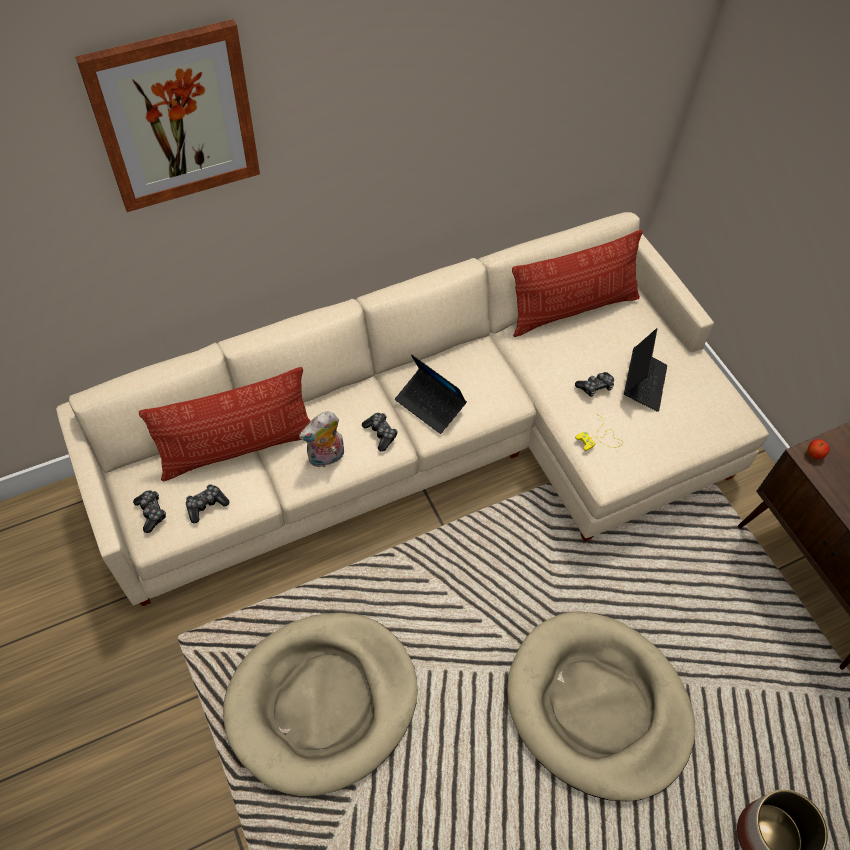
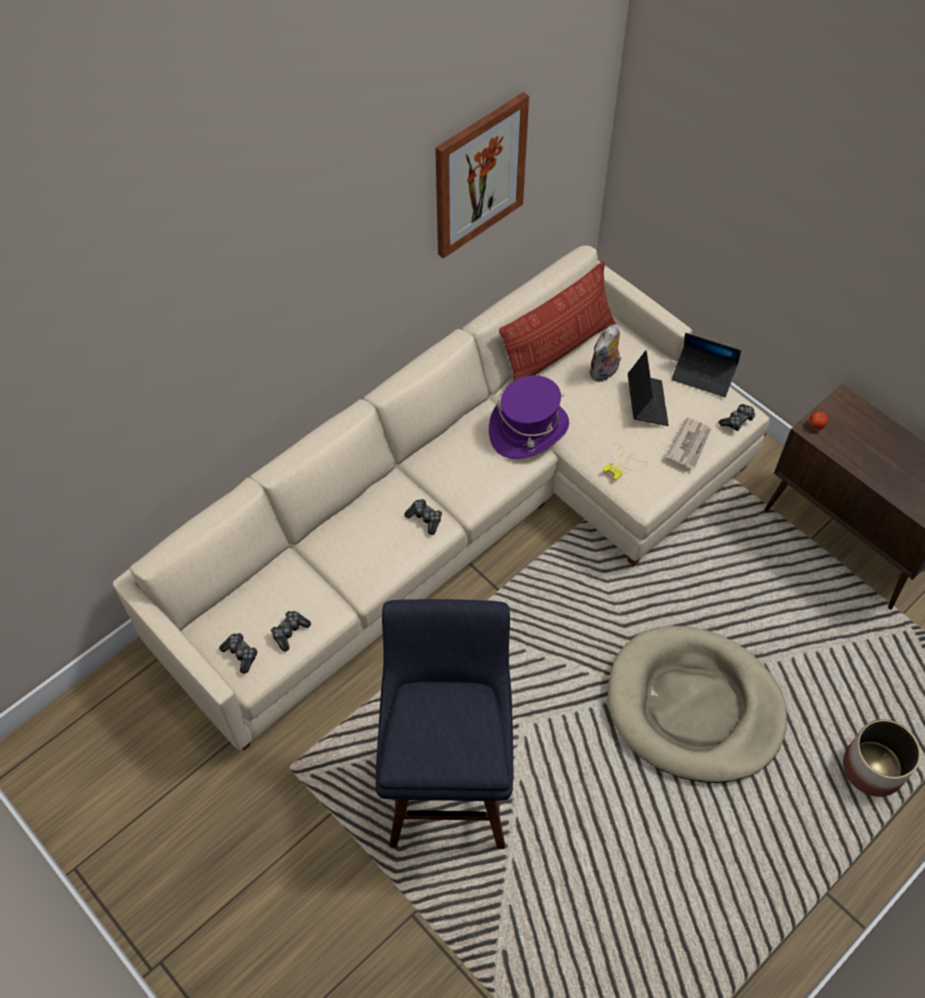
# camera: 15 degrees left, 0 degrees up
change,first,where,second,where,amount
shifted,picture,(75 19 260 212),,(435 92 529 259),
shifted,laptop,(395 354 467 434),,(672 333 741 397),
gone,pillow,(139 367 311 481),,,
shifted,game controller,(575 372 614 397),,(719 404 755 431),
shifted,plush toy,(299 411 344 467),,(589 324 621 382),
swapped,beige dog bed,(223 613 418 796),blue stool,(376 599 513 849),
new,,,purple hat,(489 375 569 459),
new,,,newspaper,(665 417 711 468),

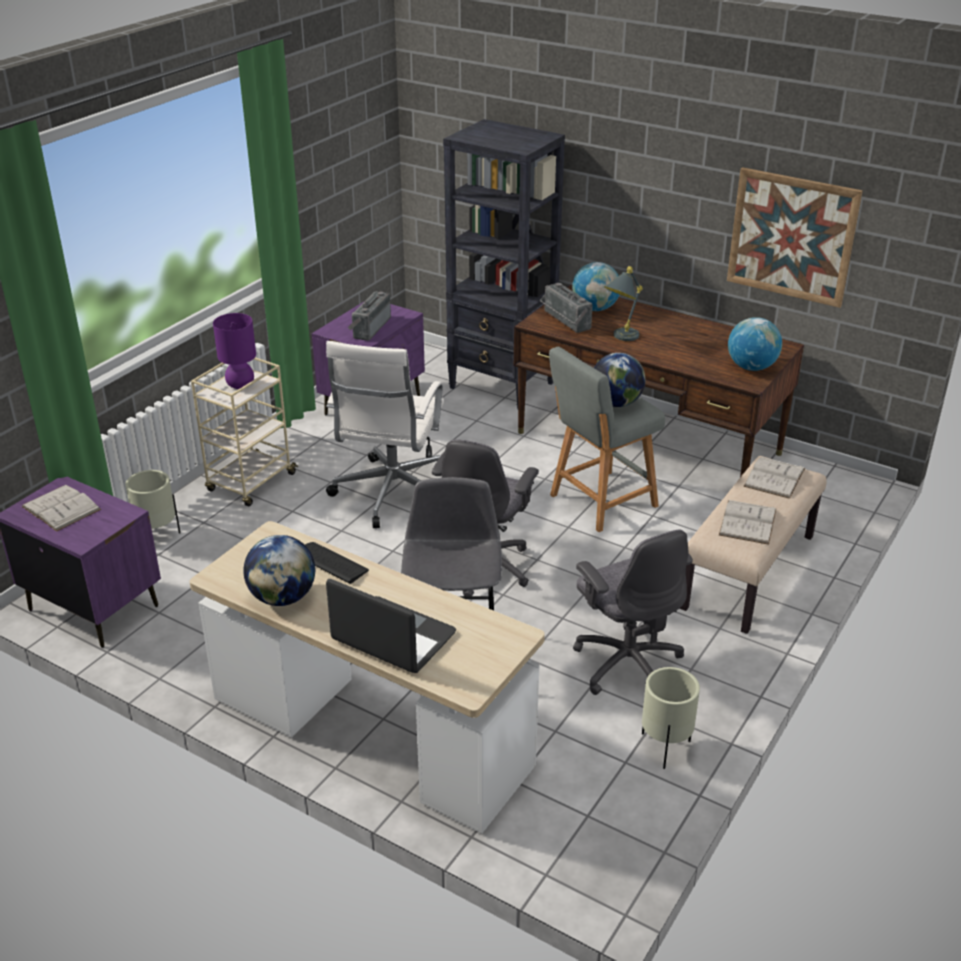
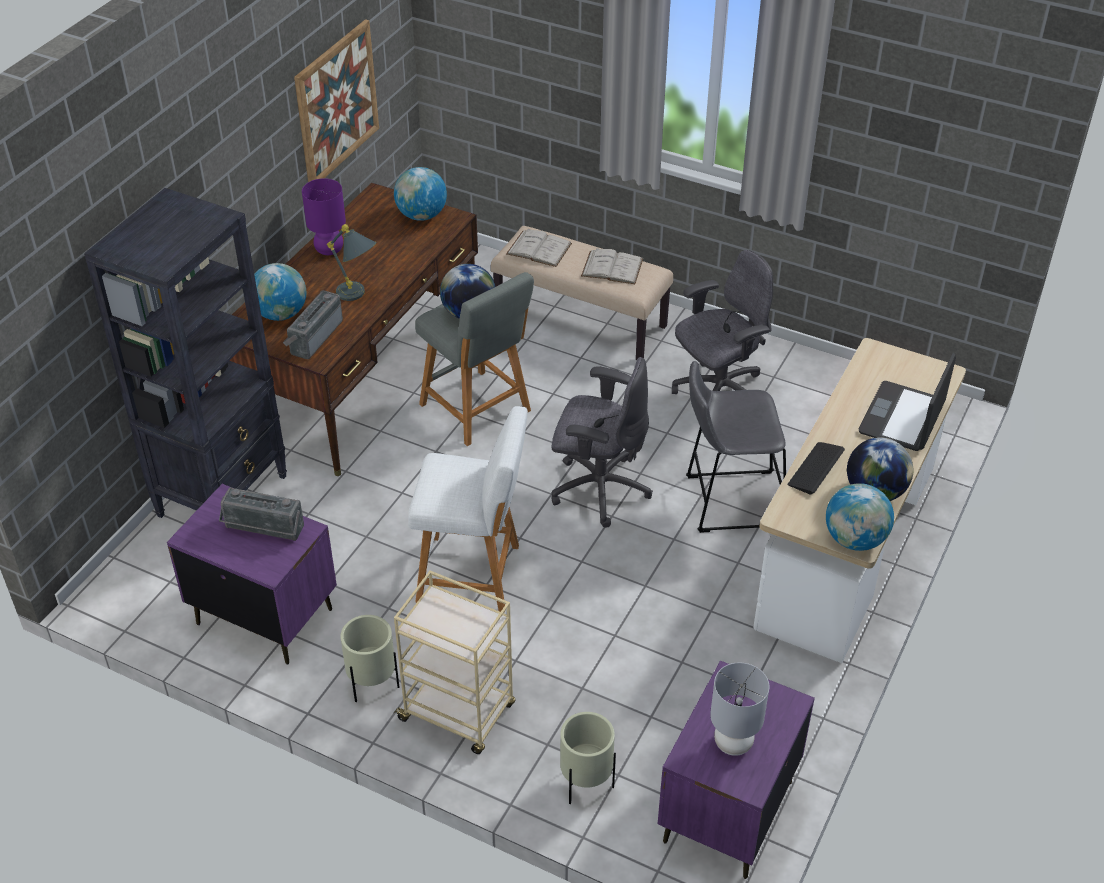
# camera: 95 degrees left, 10 degrees up
change,first,where,second,where,amount
rotated,radio,(540 283 593 333),,(283 290 343 359),150 degrees clockwise
shifted,purple table lamp,(213 313 256 389),,(302 178 346 255),
swapped,white office chair,(326 341 444 528),white stool,(408 406 528 612),
swapped,white book,(22 485 101 532),grey table lamp,(710 662 769 756),
shifted,beige planter,(642 667 700 769),,(340 615 399 702),
new,,,globe,(826 483 894 551),

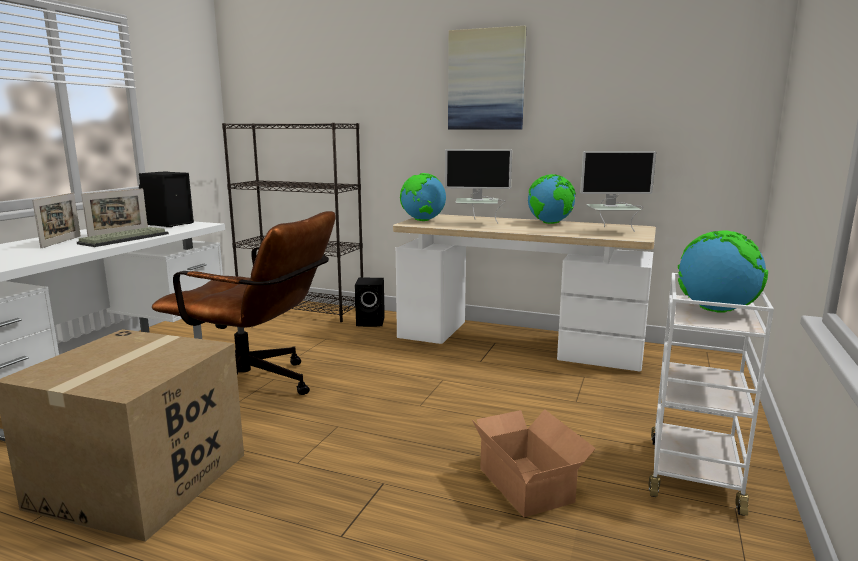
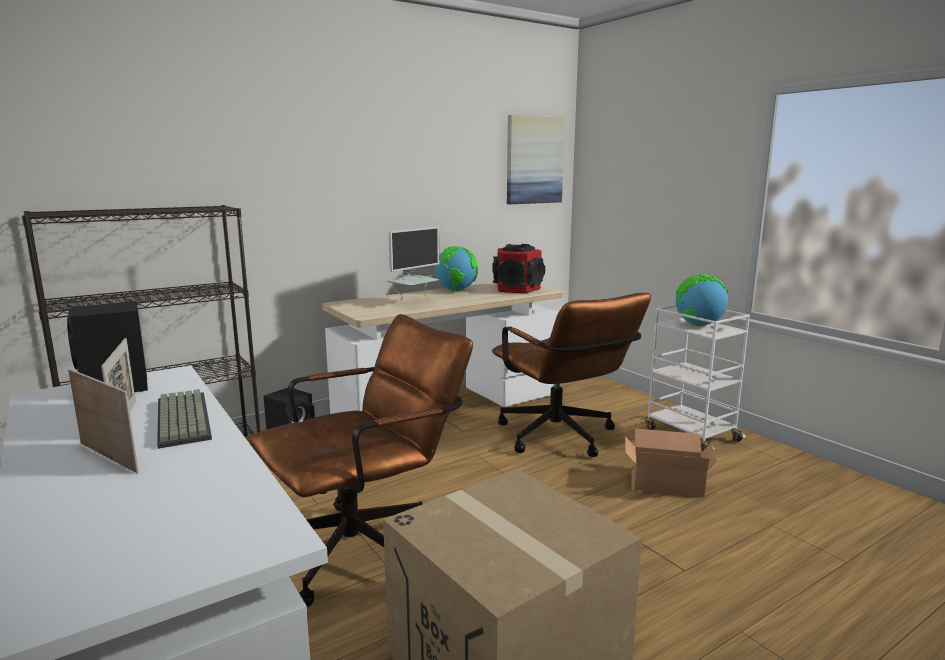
# camera: 55 degrees left, 0 degrees up
change,first,where,second,where,amount
shifted,picture,(448 26 526 129),,(507 115 565 204),
swapped,monitor,(580 151 656 232),speaker,(493 244 545 293),
gone,globe,(400 173 446 221),,,
new,,,brown office chair,(492 293 651 457),

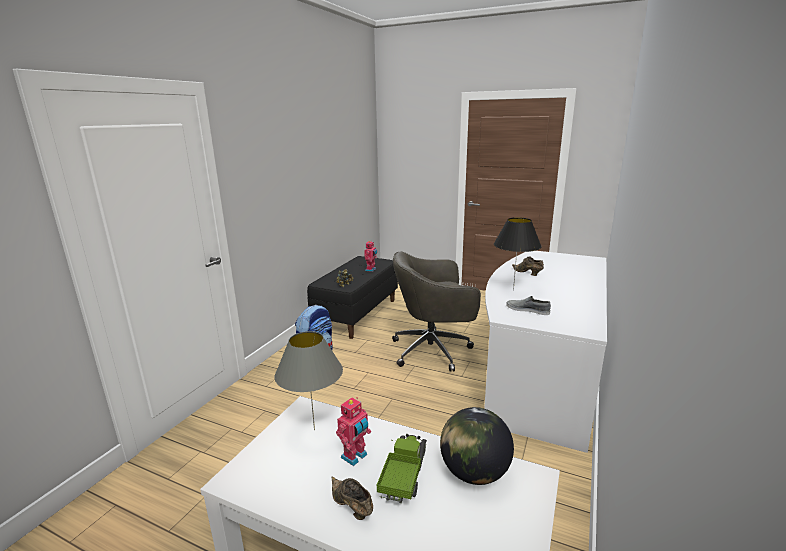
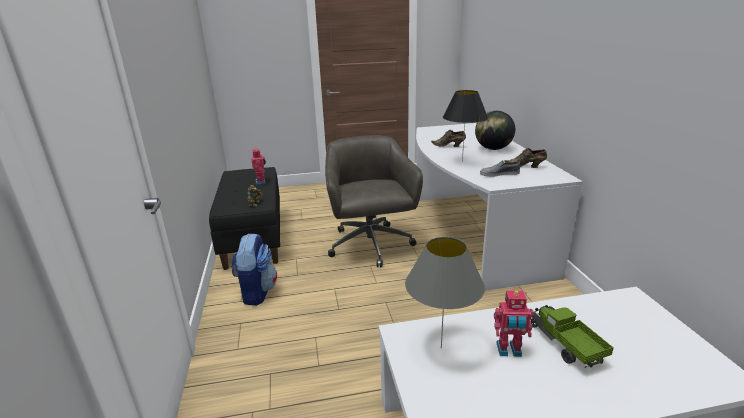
# camera: 35 degrees left, 5 degrees up
change,first,where,second,where,amount
rotated,grey office chair,(392 251 481 372),,(325 135 423 268),120 degrees clockwise
rotated,toy robot,(336 397 371 466),,(494 290 533 357),90 degrees clockwise
shifted,globe,(440 407 514 485),,(475 111 515 150),
shifted,brown shoe,(331 477 373 520),,(504 148 547 168),

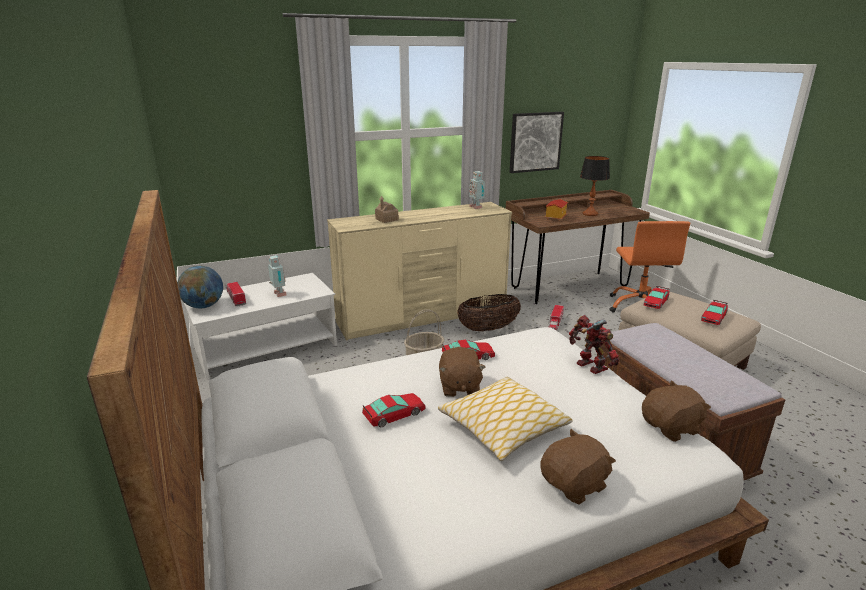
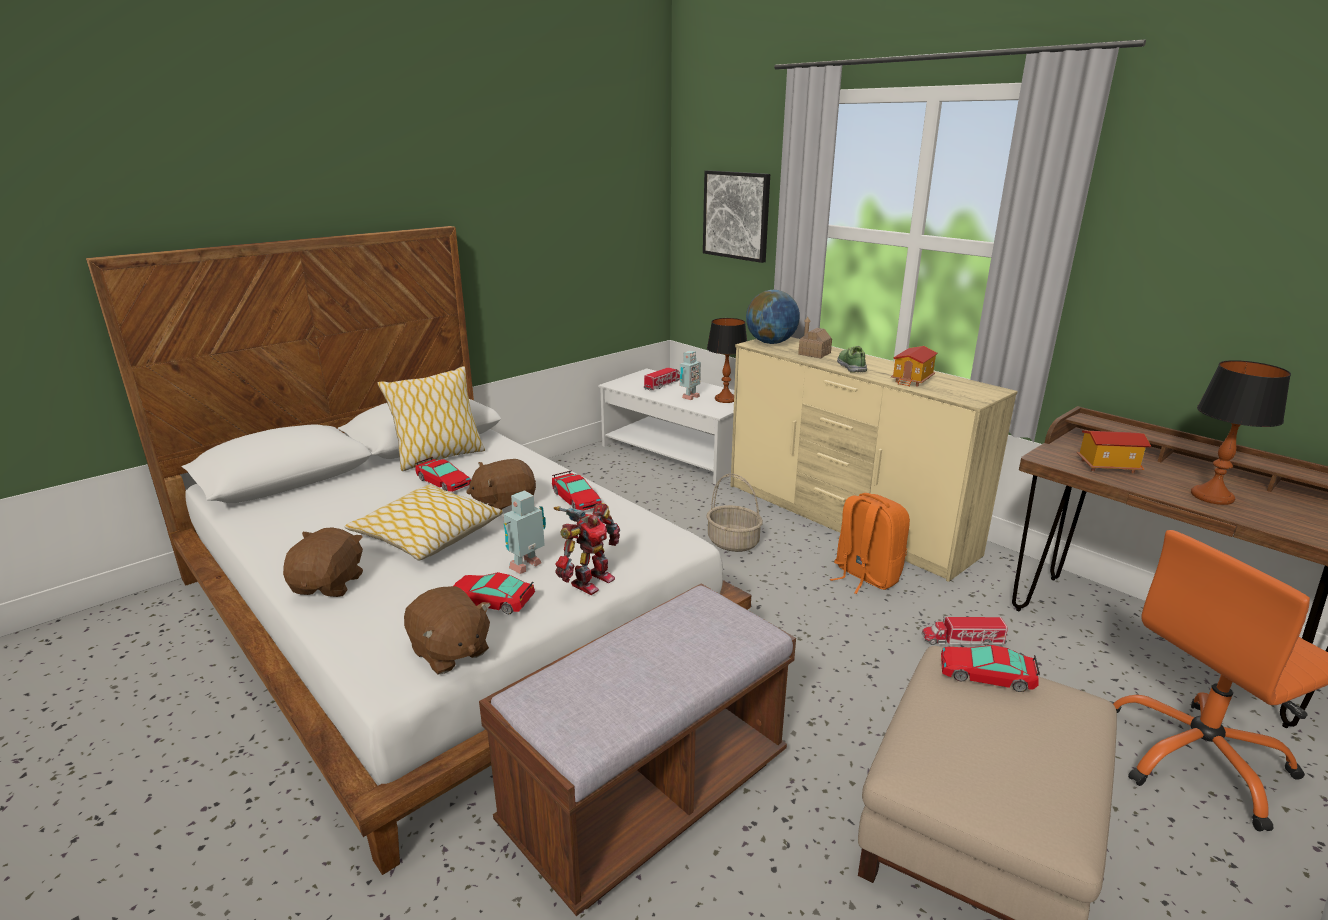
# camera: 70 degrees right, 0 degrees up
change,first,where,second,where,amount
shifted,picture,(510 112 564 173),,(703 170 770 263),
shifted,toy robot,(469 171 485 209),,(503 490 546 574),
shifted,globe,(177 266 223 308),,(746 290 800 344),
swapped,basket,(457 294 521 331),orange backpack,(830 493 910 594),
shifted,toy car,(701 300 728 325),,(454 572 535 614),
rotated,brown plush toy,(540 429 616 504),,(283 527 363 597),120 degrees counterclockwise
new,,,table lamp,(707 318 747 403),
new,,,shoe,(837 346 867 373),
new,,,toy house,(891 346 937 387),
new,,,pillow,(378 366 485 471),

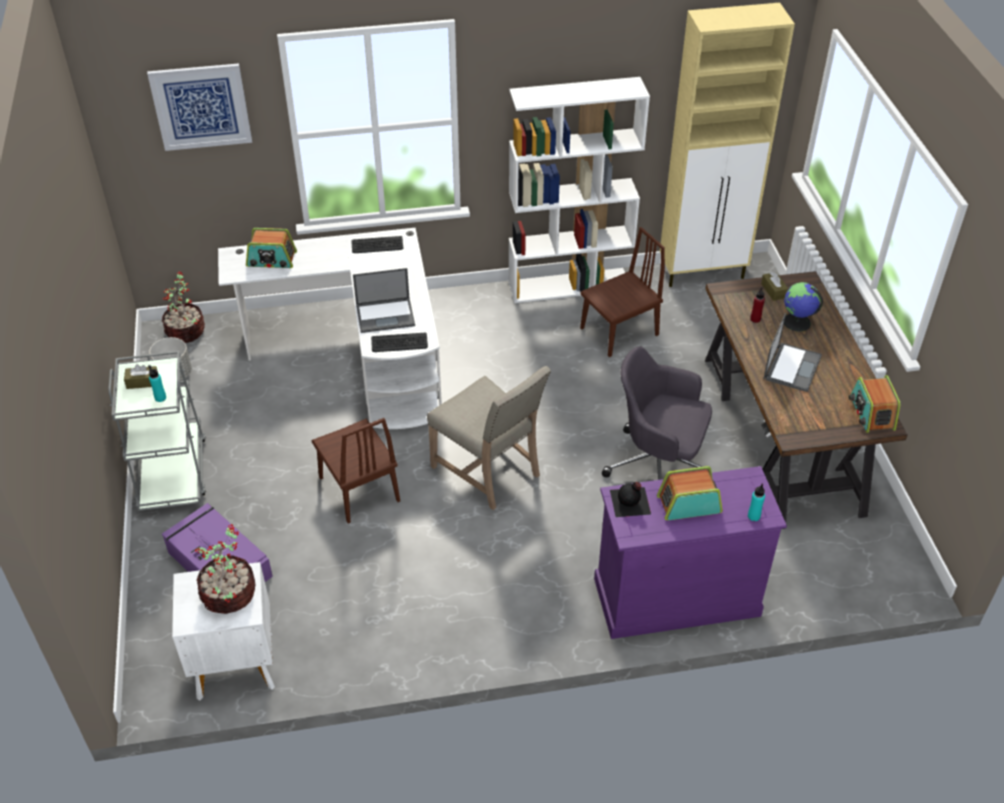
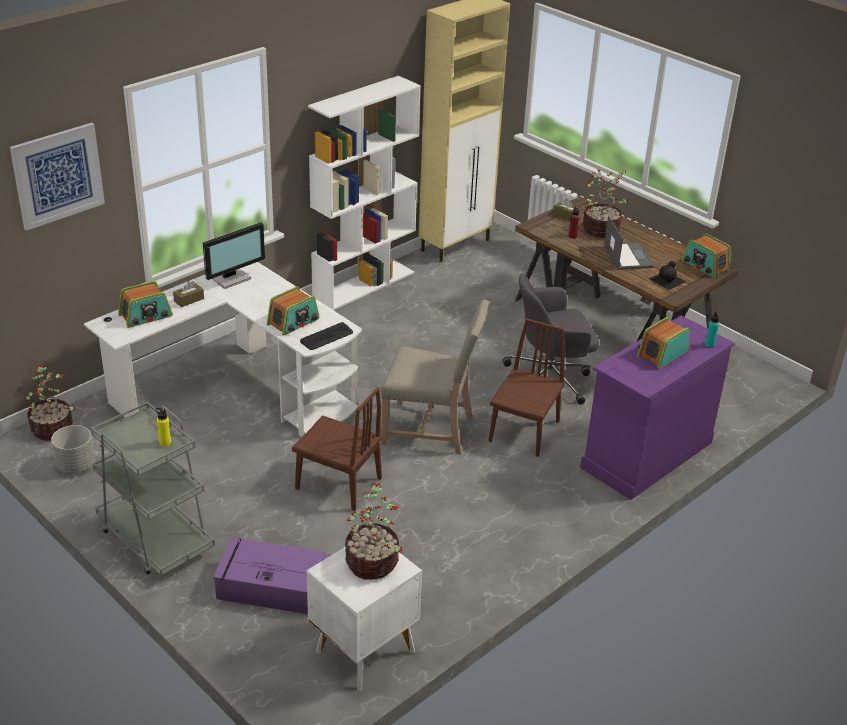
# camera: 35 degrees left, 10 degrees down
change,first,where,second,where,amount
shifted,brown chair,(580 227 665 357),,(488 318 565 457),
swapped,keyboard,(351 236 403 253),monitor,(203 222 265 289),
swapped,laptop,(353 268 415 333),radio,(267 286 320 336),
swapped,globe,(784 282 823 332),potted plant,(583 169 628 238),
shifted,brown tissue box,(124 364 157 389),,(173 281 204 307),
repainted,turquoise bottle,(148 365 166 402),yellow bottle,(155 408 171 447),
shifted,black bottle,(610 482 651 517),,(649 261 686 290),

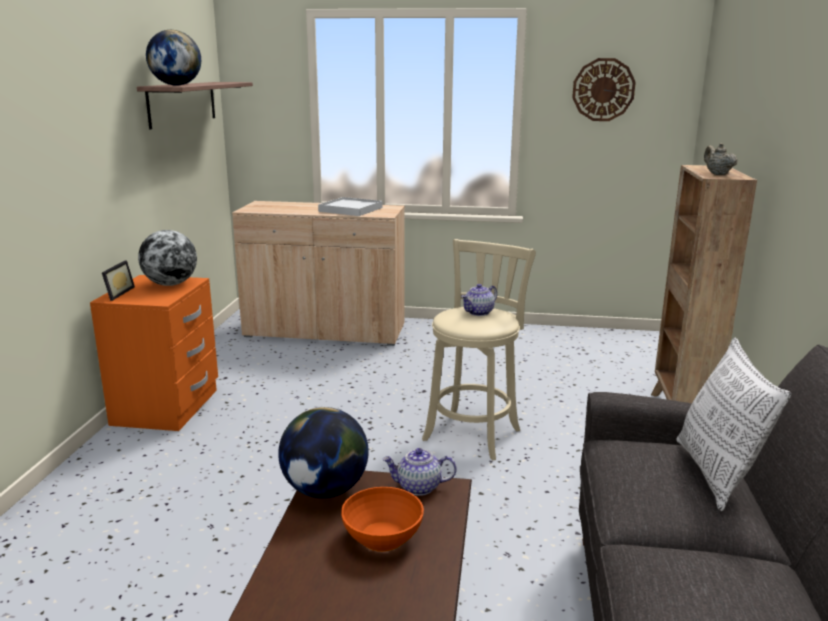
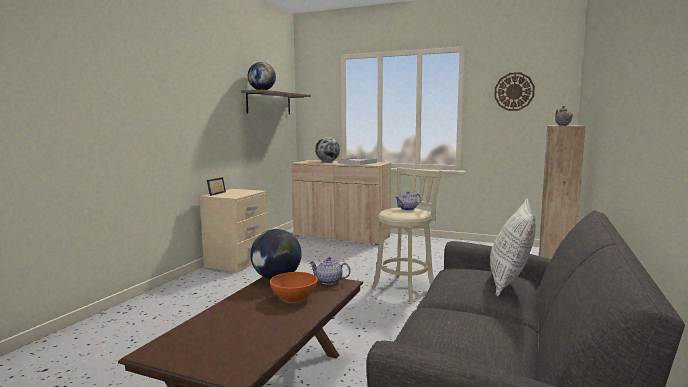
# camera: 15 degrees right, 10 degrees down
change,first,where,second,where,amount
shifted,globe,(138 230 197 286),,(315 137 340 162),
repainted,orange nightstand,(90 275 218 431),beige nightstand,(200 189 268 272),

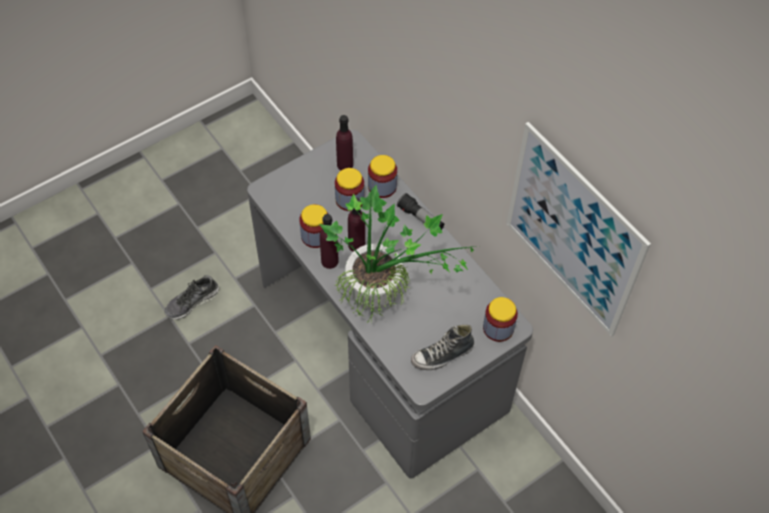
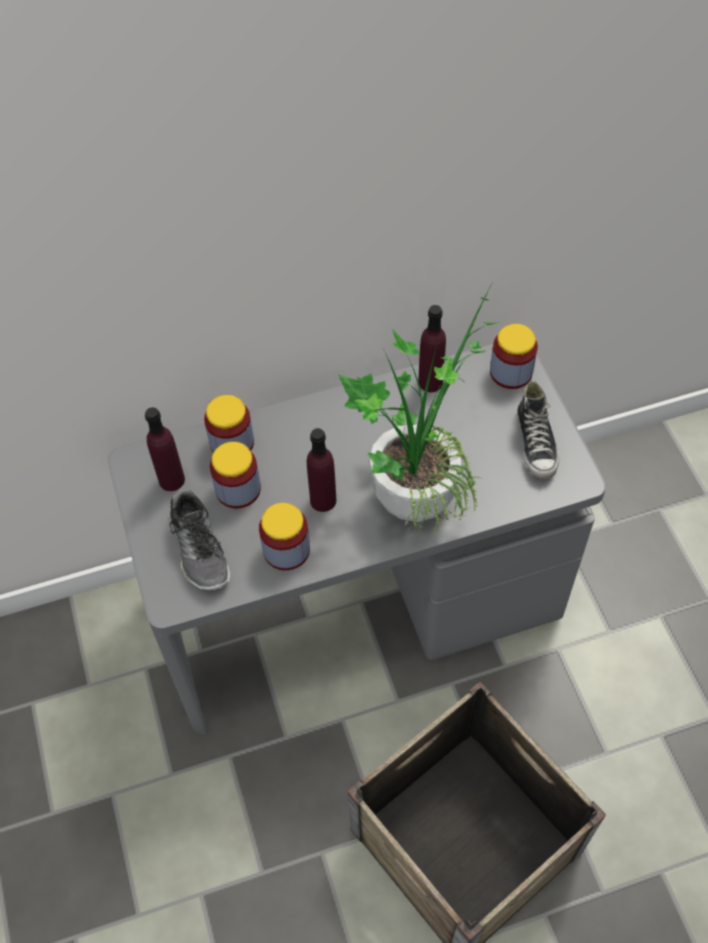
# camera: 70 degrees left, 0 degrees up
change,first,where,second,where,amount
gone,picture,(506 122 651 337),,,
gone,flashlight,(397 193 444 230),,,
shifted,purple bottle,(320 214 339 269),,(418 305 446 392),
shifted,shoe,(164 275 219 320),,(170 489 230 590),

